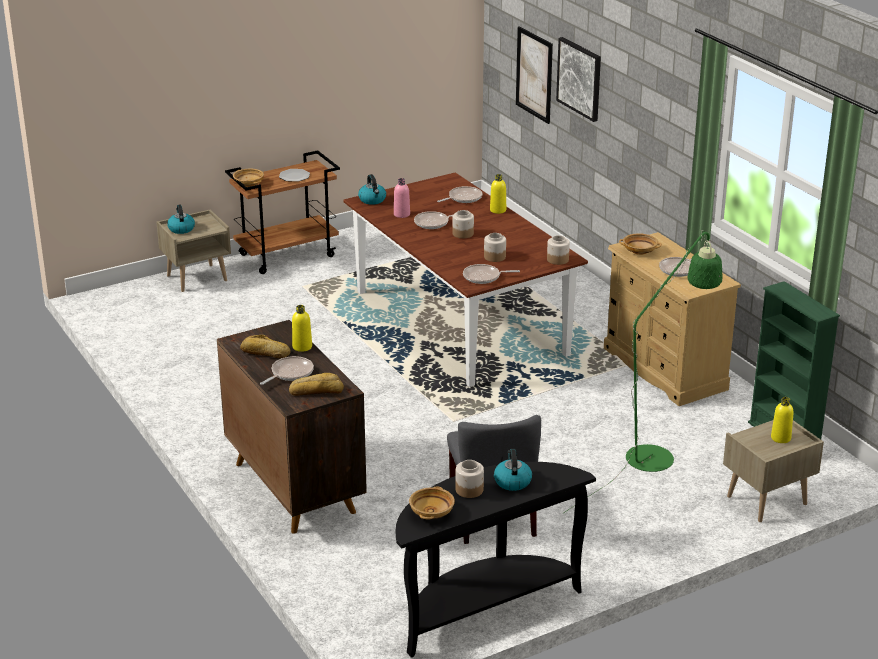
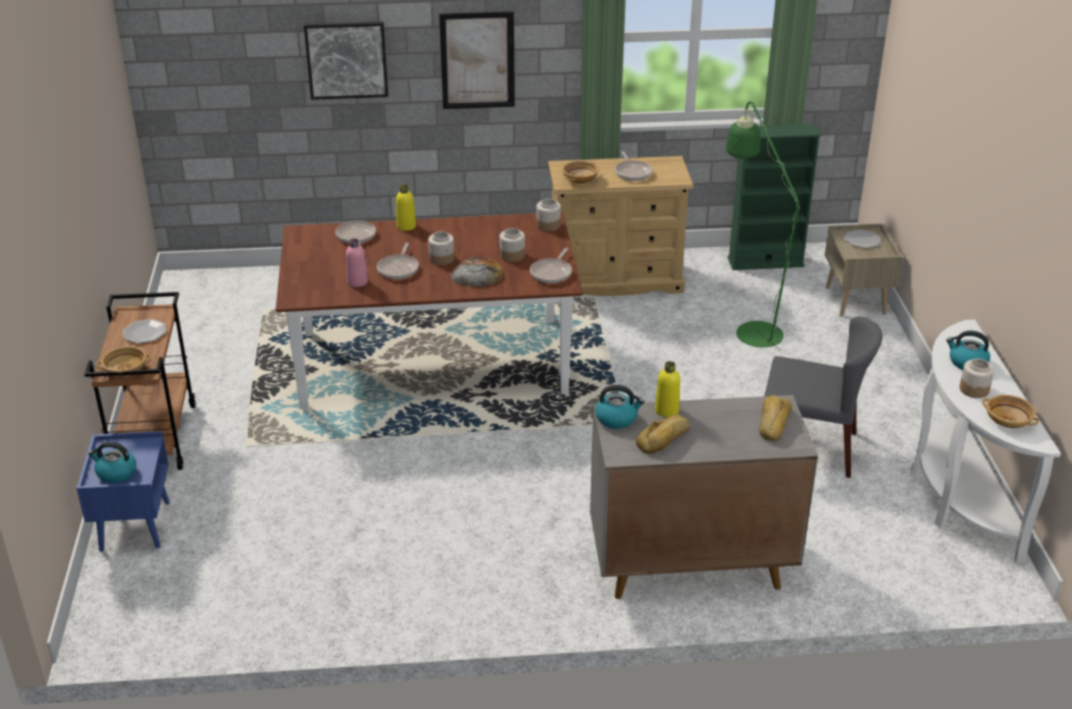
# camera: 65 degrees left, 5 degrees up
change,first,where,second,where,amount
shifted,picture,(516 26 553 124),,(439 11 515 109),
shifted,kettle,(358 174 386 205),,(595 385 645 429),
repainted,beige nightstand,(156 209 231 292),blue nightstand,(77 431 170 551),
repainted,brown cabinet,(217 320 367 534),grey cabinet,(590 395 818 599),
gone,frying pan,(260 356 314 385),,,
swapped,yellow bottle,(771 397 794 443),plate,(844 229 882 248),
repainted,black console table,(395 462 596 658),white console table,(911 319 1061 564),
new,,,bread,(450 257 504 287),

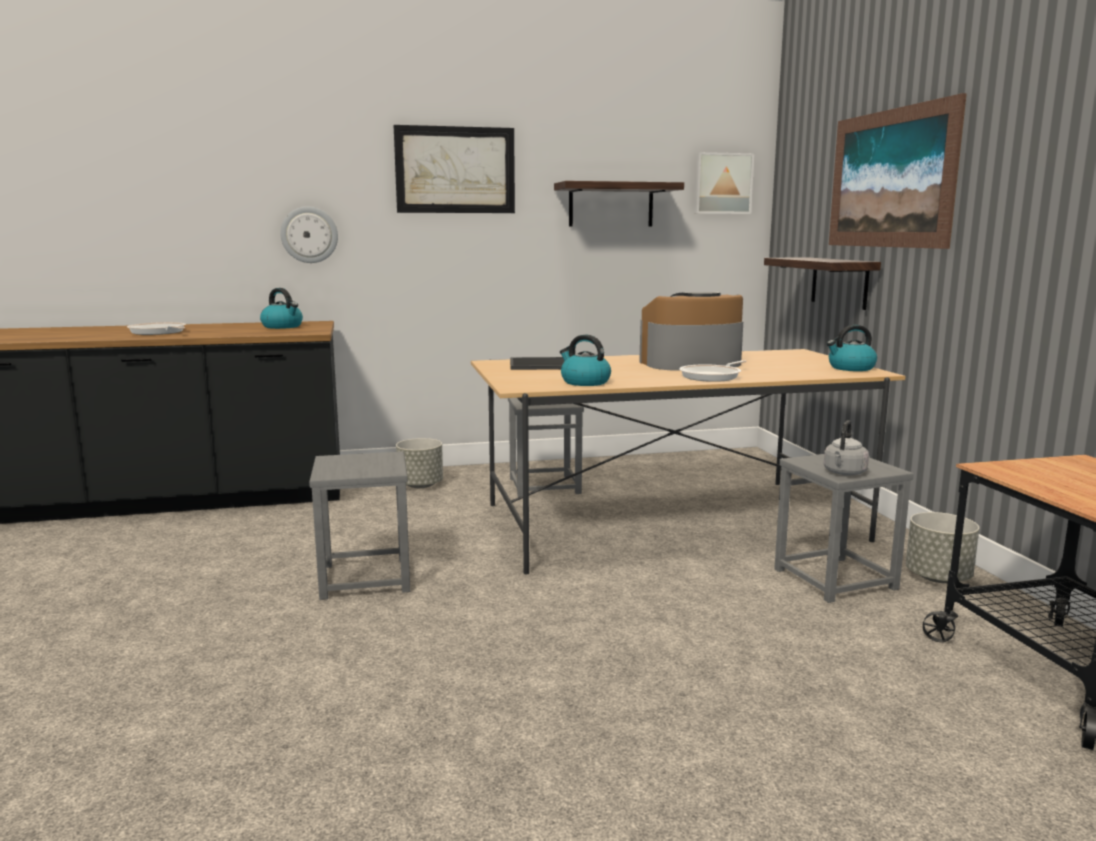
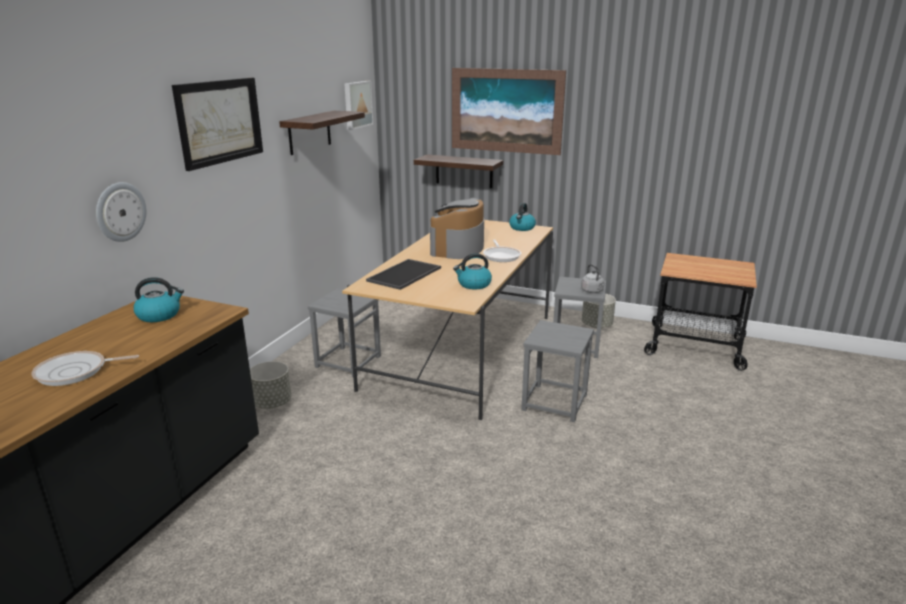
# camera: 55 degrees left, 10 degrees up
change,first,where,second,where,amount
shifted,grey stool,(309 451 410 600),,(521 320 594 422),

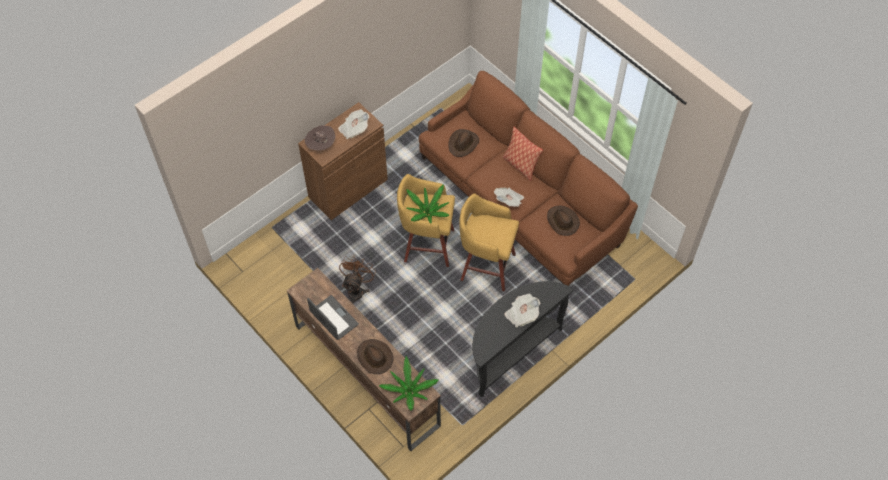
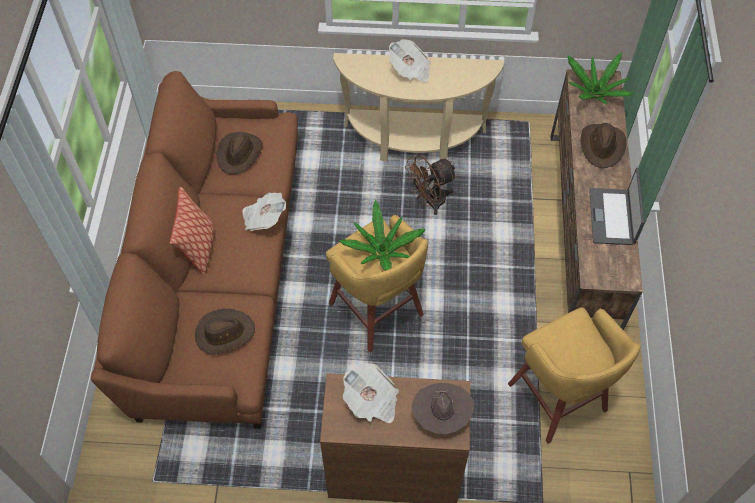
# camera: 135 degrees left, 0 degrees up
change,first,where,second,where,amount
shifted,yellow stool,(459 193 519 291),,(508 307 640 444),
shifted,brown fan,(339 256 376 304),,(405 155 457 215),
repainted,black console table,(472 281 573 397),beige console table,(333 53 504 162),

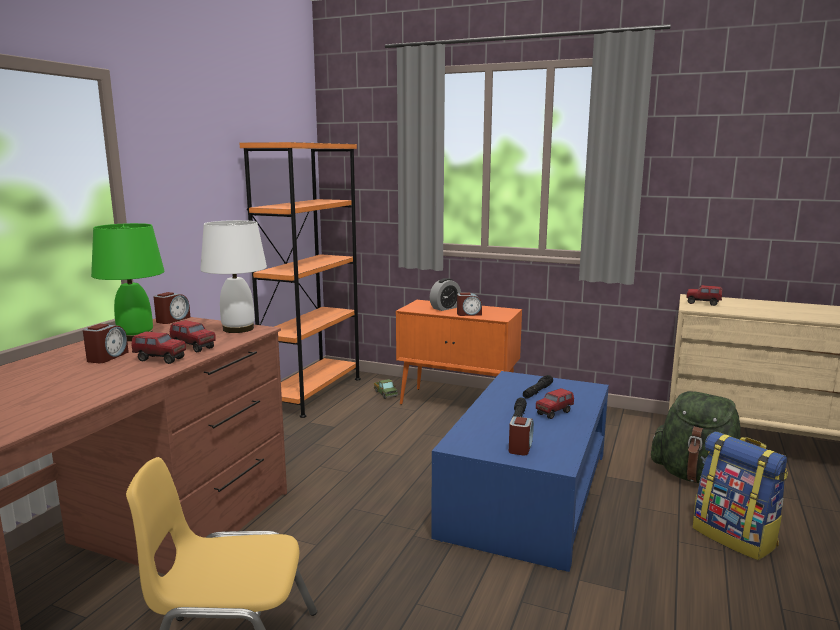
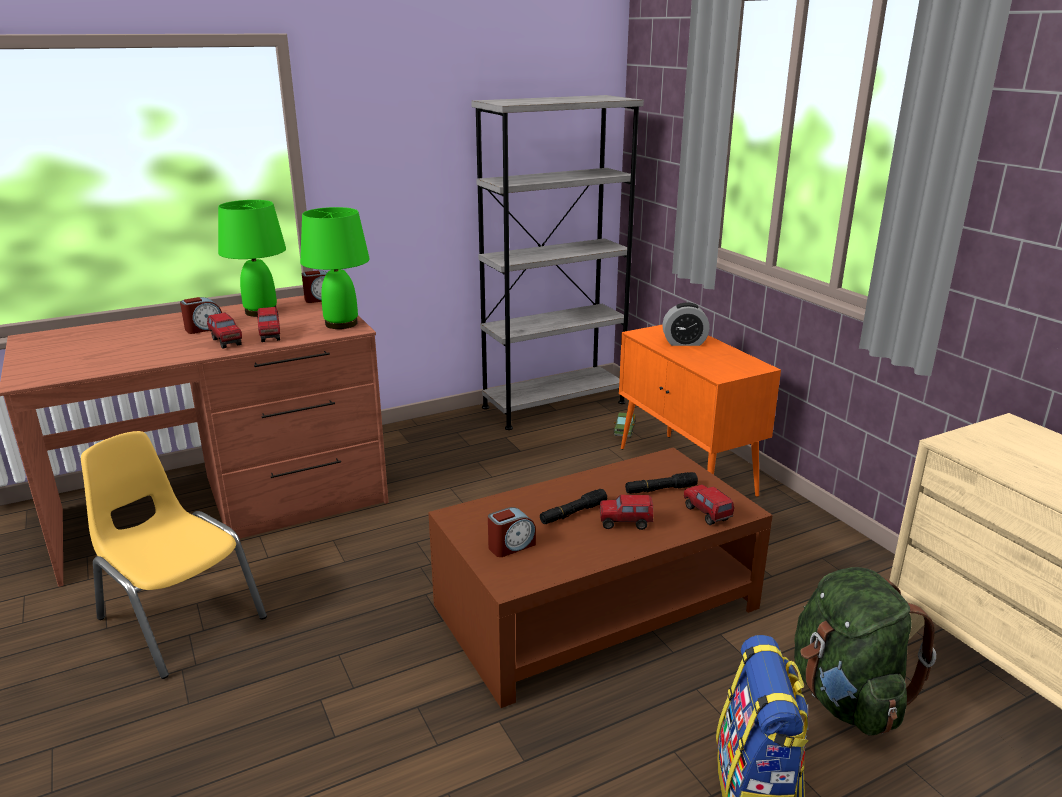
# camera: 40 degrees right, 10 degrees up
change,first,where,second,where,amount
repainted,orange bookcase,(240 142 361 418),grey bookcase,(471 95 644 430),
repainted,white table lamp,(200 220 267 333),green table lamp,(300 207 370 329),
shifted,toy truck,(686 285 723 306),,(684 484 734 525),
gone,alarm clock,(457 293 482 316),,,
repainted,blue coffee table,(431 371 609 572),brown coffee table,(428 447 773 708),

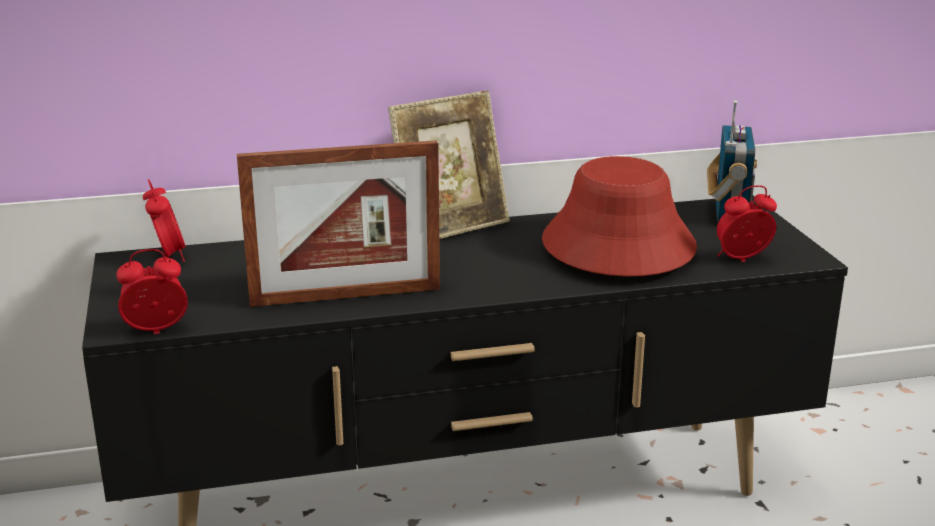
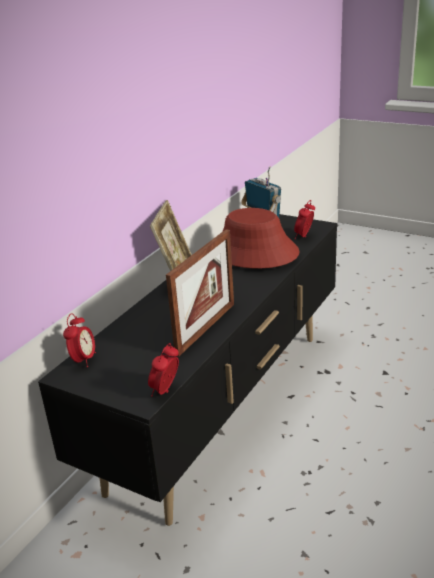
# camera: 45 degrees left, 5 degrees up
change,first,where,second,where,amount
rotated,alarm clock,(143 179 186 262),,(63 313 96 367),75 degrees clockwise

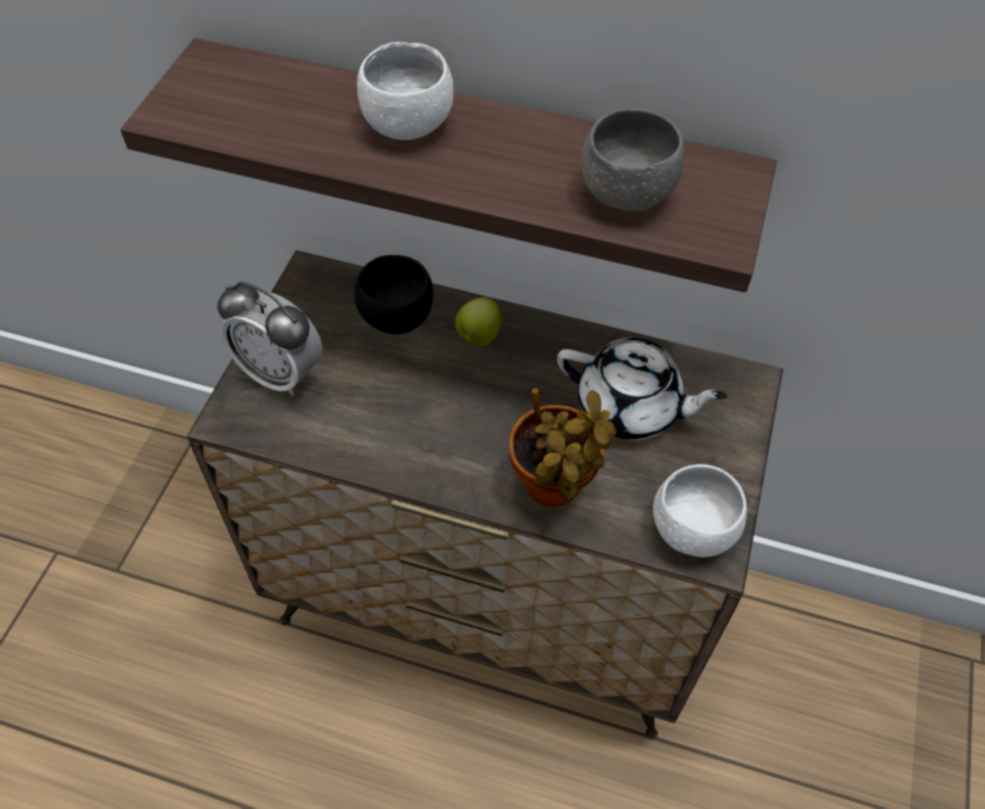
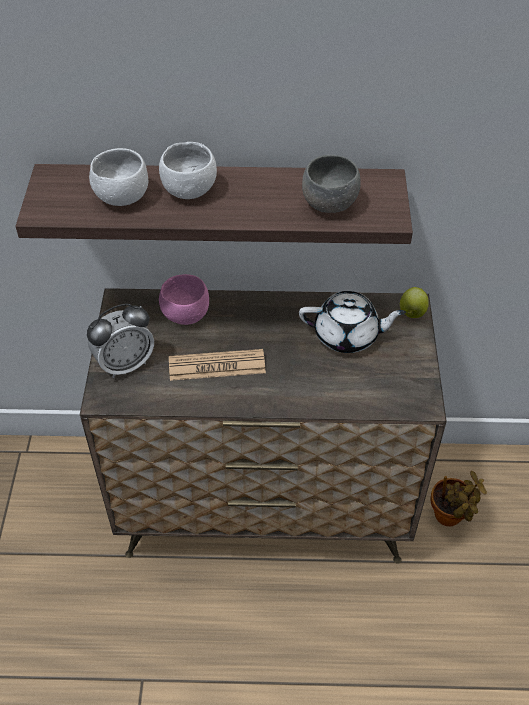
# camera: 15 degrees left, 5 degrees down
change,first,where,second,where,amount
repainted,black bowl,(355 255 433 334),pink bowl,(159 274 209 325),
rotated,alarm clock,(217 281 323 396),,(87 303 154 378),45 degrees counterclockwise
shifted,apple,(455 298 502 346),,(400 287 429 318),
shifted,potted plant,(509 388 617 507),,(431 471 487 526),
shifted,white bowl,(653 464 747 557),,(89 148 148 206),
new,,,newspaper,(169 349 266 381),

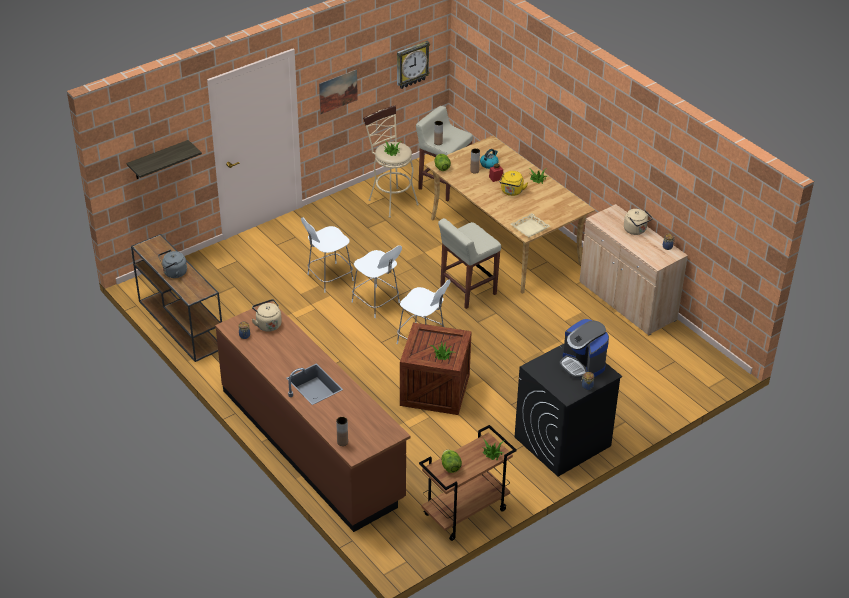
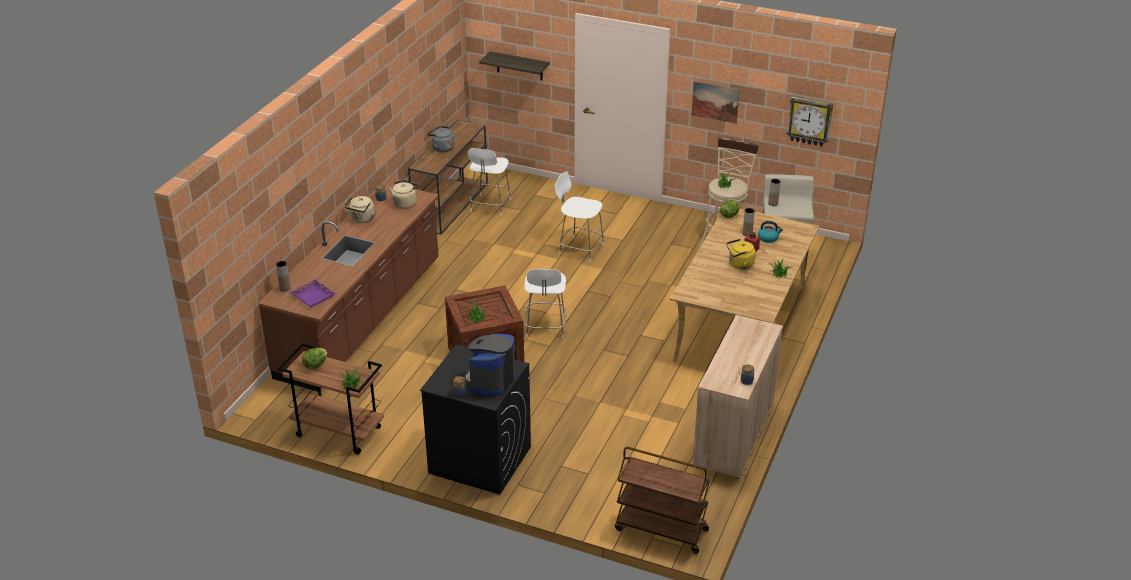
# camera: 60 degrees right, 5 degrees down
change,first,where,second,where,amount
shifted,beige kettle,(624 209 653 235),,(344 196 377 223),
gone,beige tray,(511 213 550 237),,,
gone,beige stool,(438 218 501 309),,,
shifted,white chair,(352 245 402 318),,(468 148 511 216),
new,,,purple tray,(289 280 336 307),
new,,,brown cart,(615 447 710 554),

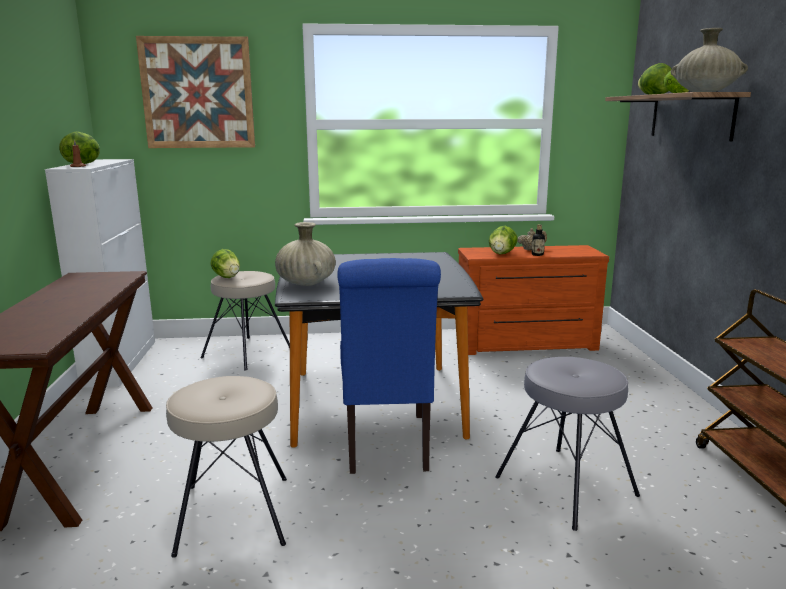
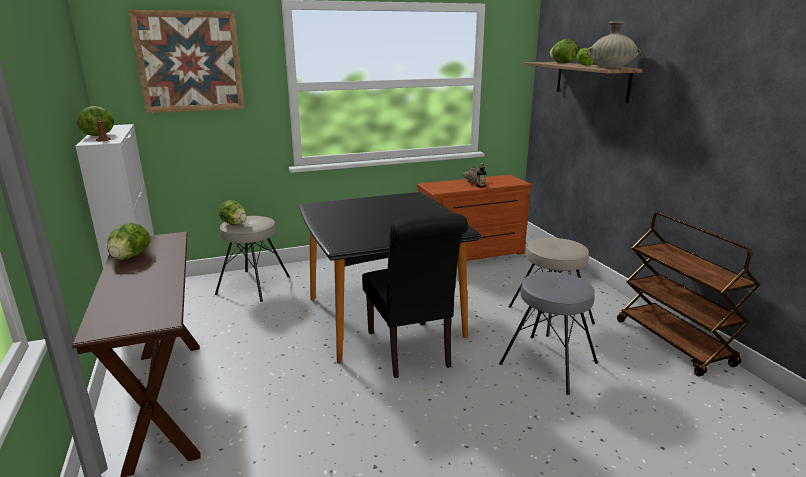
# camera: 15 degrees left, 5 degrees up
change,first,where,second,where,amount
gone,beige vase,(275 222 336 286),,,
shifted,lettuce,(489 226 518 255),,(107 223 151 260),
repainted,blue chair,(338 258 441 474),black chair,(362 214 468 378),
shifted,beige stool,(166 376 287 558),,(509 238 595 337),

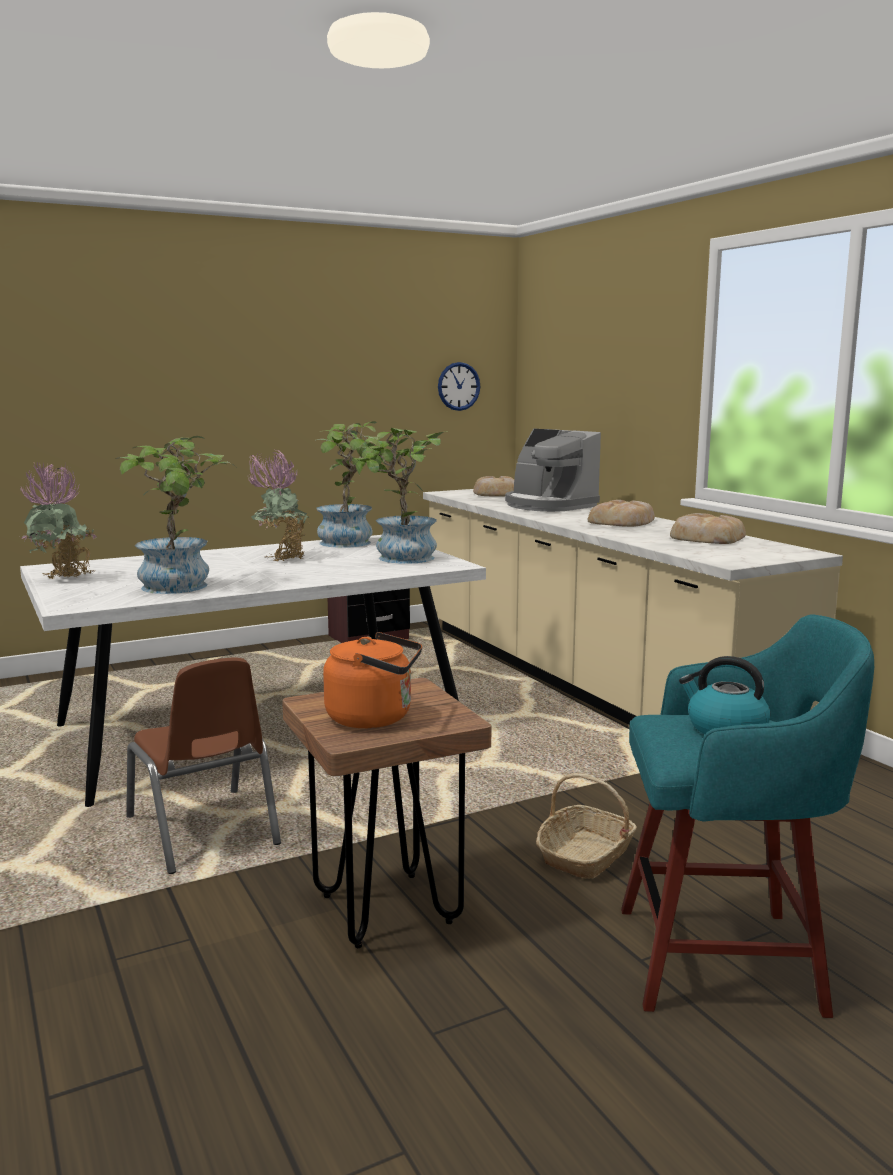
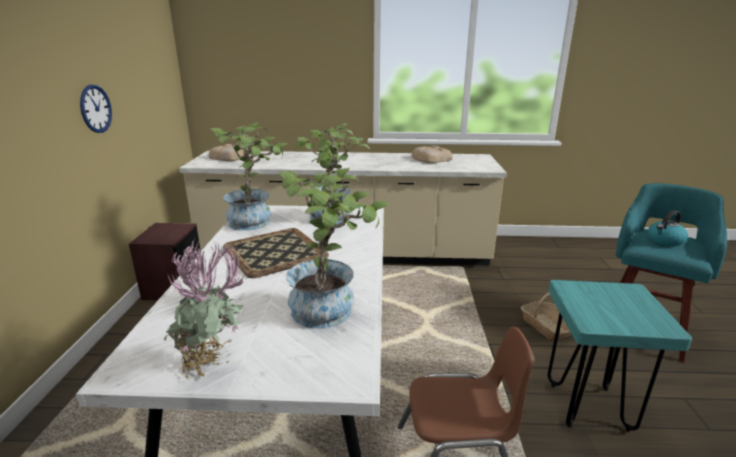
# camera: 60 degrees left, 10 degrees up
change,first,where,second,where,amount
shifted,wall clock,(438 362 480 411),,(80 85 112 133),
gone,coffee machine,(505 429 601 512),,,
swapped,potted plant,(247 449 309 561),tray,(223 228 329 278),
gone,bread,(588 500 655 527),,,
gone,orange kettle,(323 632 422 728),,,
repainted,brown stool,(282 678 491 948),turquoise stool,(547 280 692 432),

